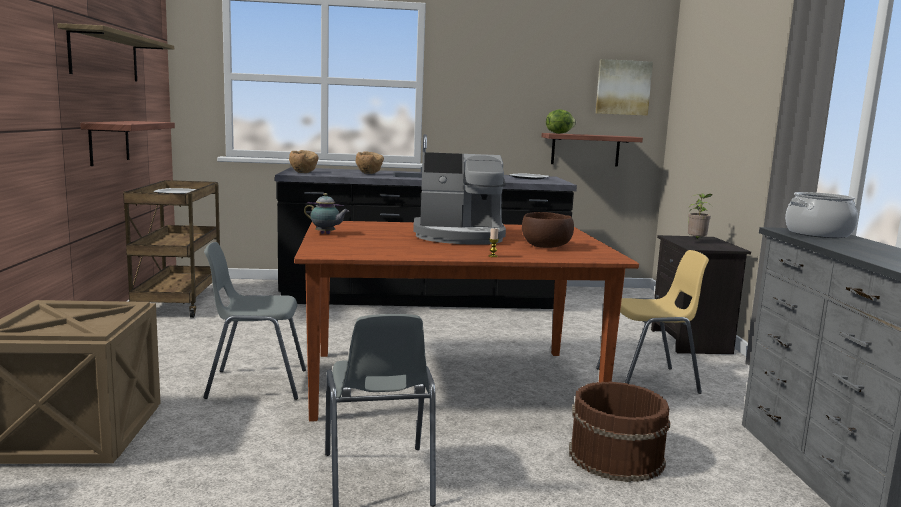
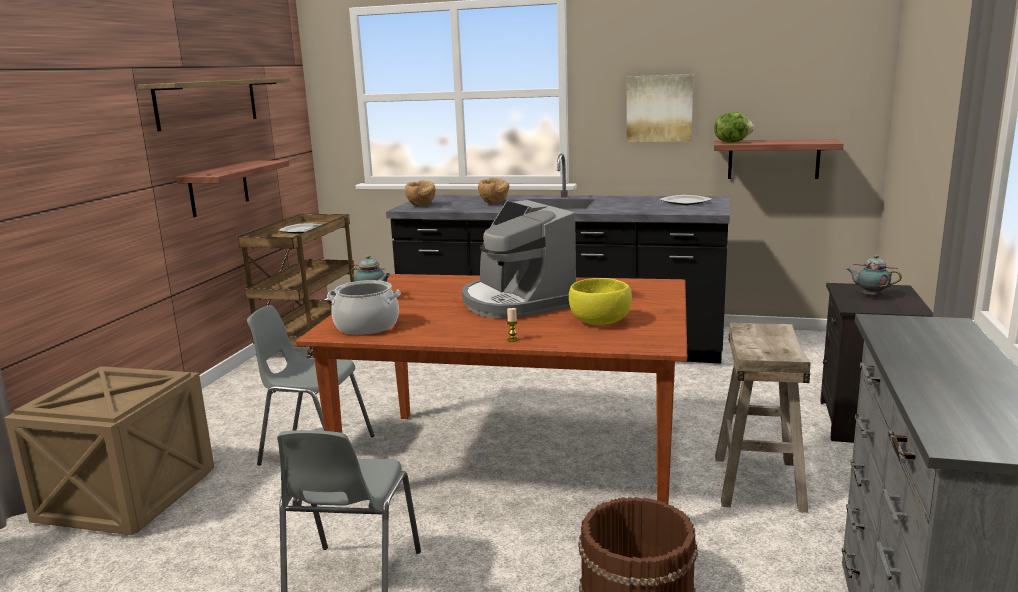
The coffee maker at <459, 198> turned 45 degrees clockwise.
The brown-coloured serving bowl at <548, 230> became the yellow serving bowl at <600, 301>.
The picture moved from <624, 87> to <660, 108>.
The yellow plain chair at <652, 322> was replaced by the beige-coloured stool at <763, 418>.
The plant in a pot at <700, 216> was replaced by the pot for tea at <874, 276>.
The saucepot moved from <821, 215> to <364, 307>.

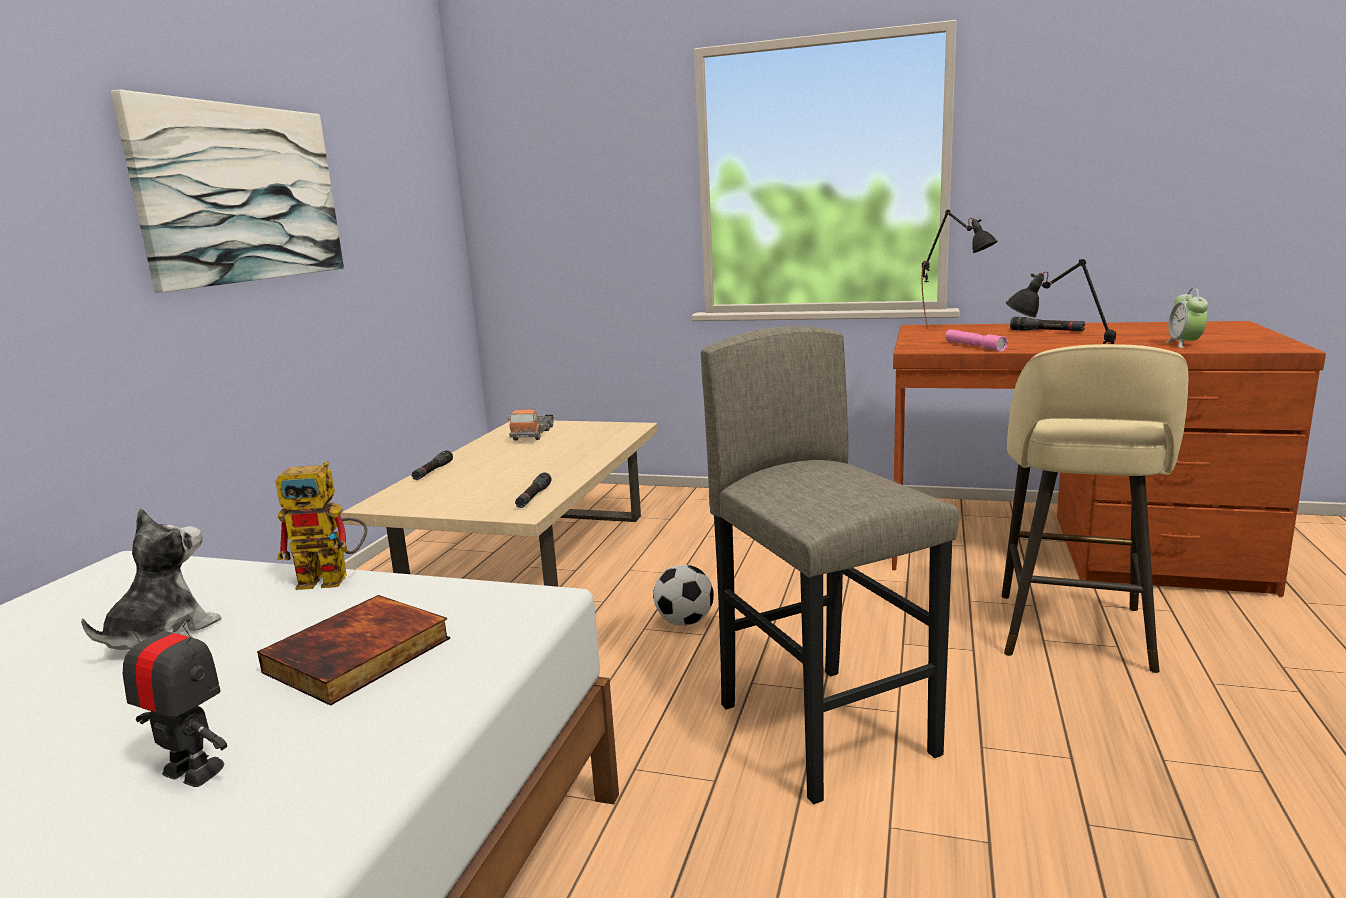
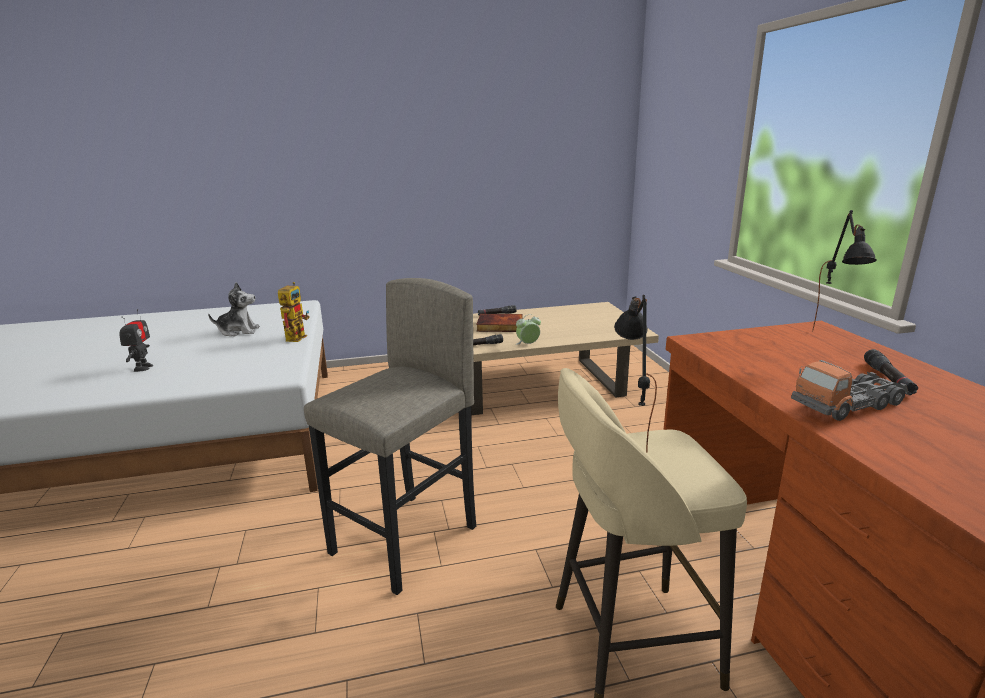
The picture at <227, 191> disappeared.
The volume moved from <353, 650> to <499, 323>.
The model robot at <321, 525> turned 135 degrees counterclockwise.
The toy truck moved from <531, 424> to <849, 390>.
The football ball at <683, 595> disappeared.
The pink hand torch at <976, 340> disappeared.
The bedside clock moved from <1187, 318> to <528, 329>.

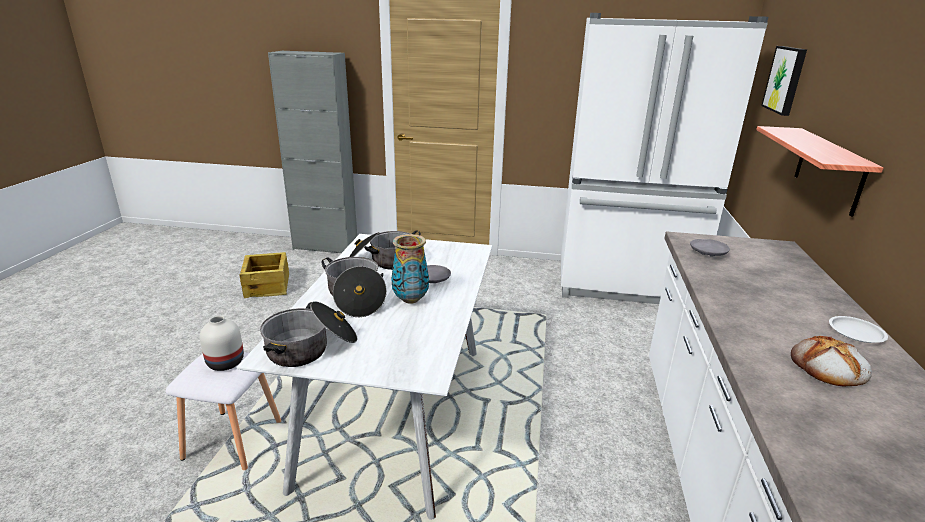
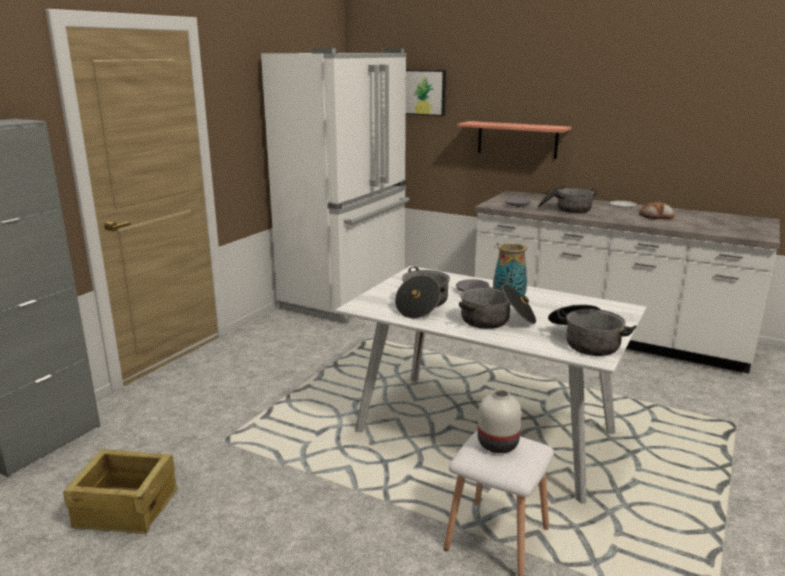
The saucepot at <567, 199> appeared.

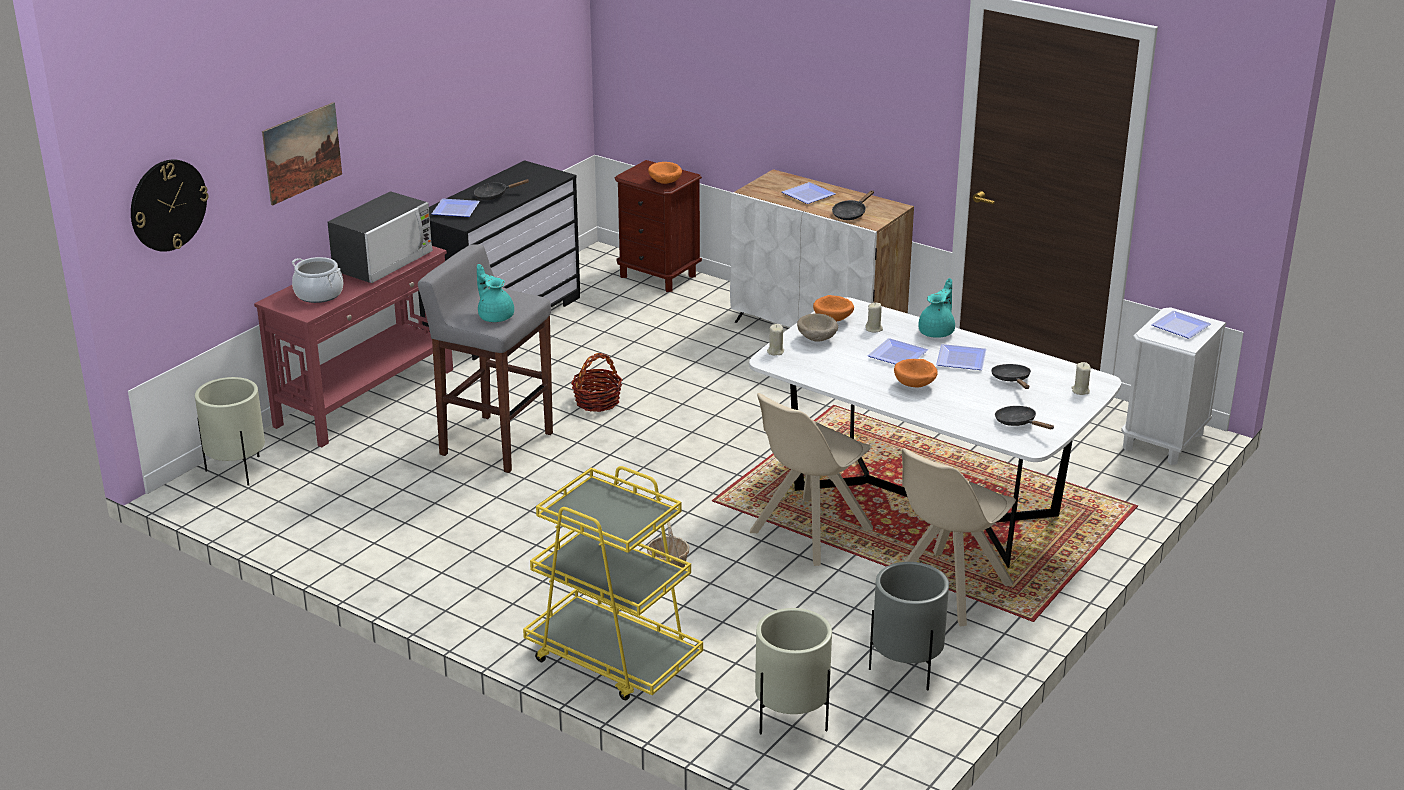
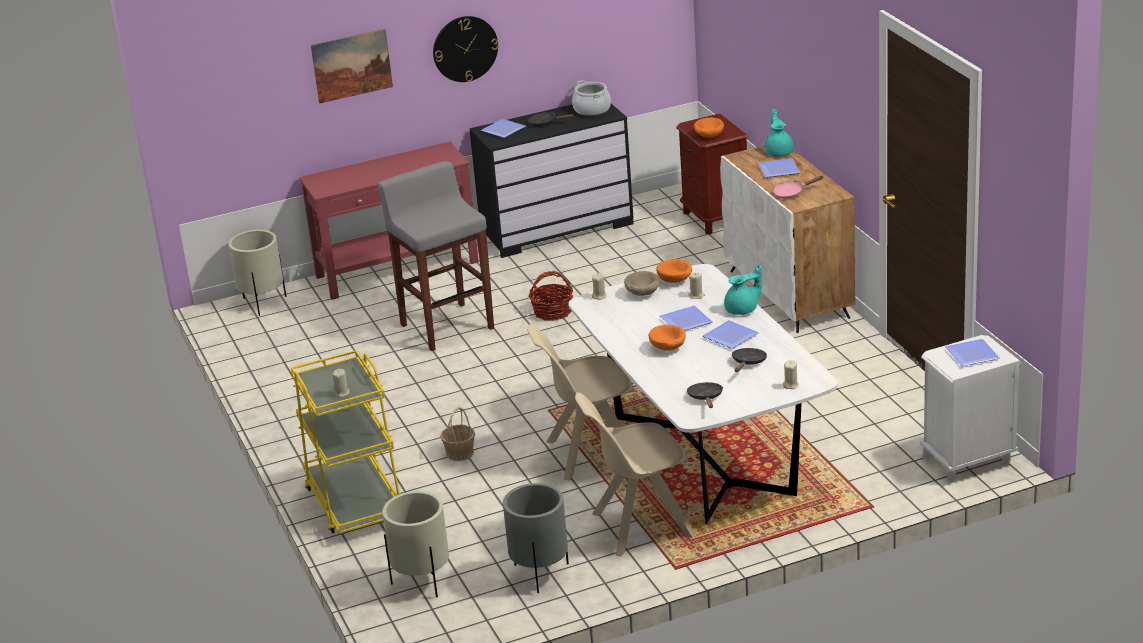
The wall clock moved from <170, 205> to <466, 49>.
The saucepot moved from <317, 280> to <591, 98>.
The microwave at <380, 237> disappeared.
The turquoise-coloured pot for tea moved from <495, 293> to <779, 133>.
The blackish skillet at <853, 205> became the pink skillet at <798, 187>.
The beige-coloured wax light at <341, 383> appeared.

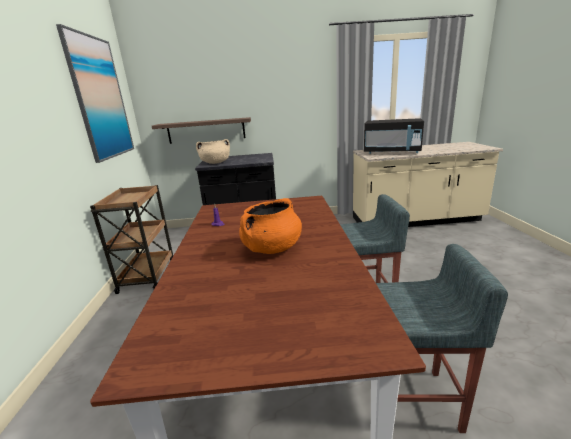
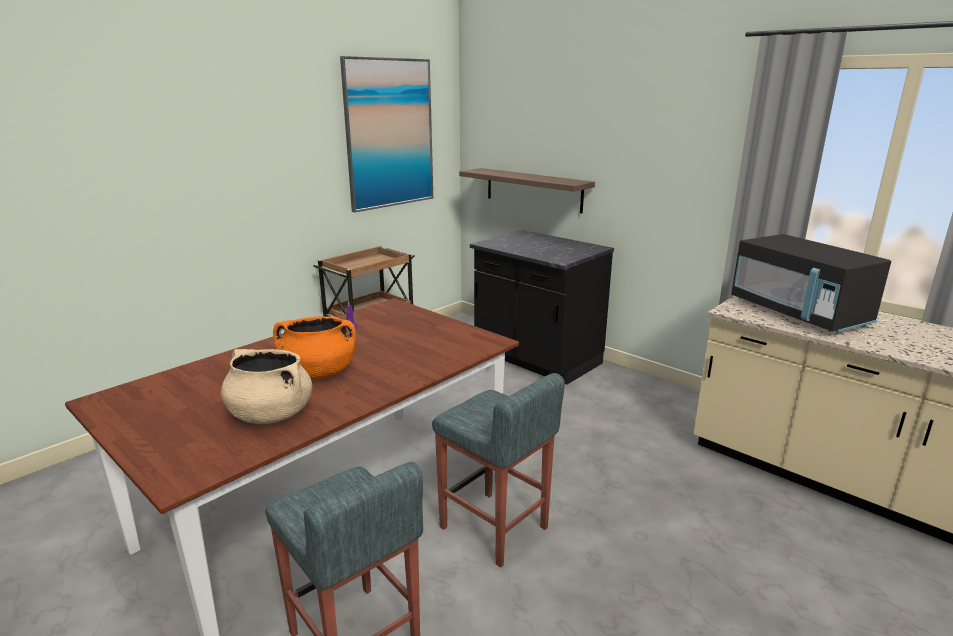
The beige-coloured saucepot moved from <213, 151> to <267, 386>.

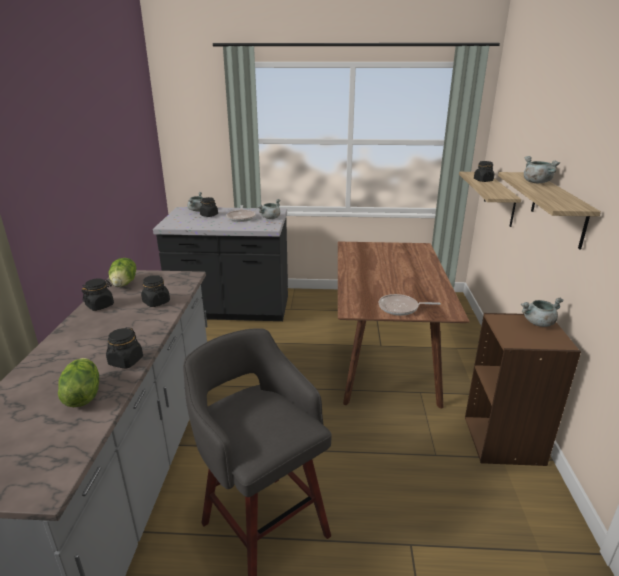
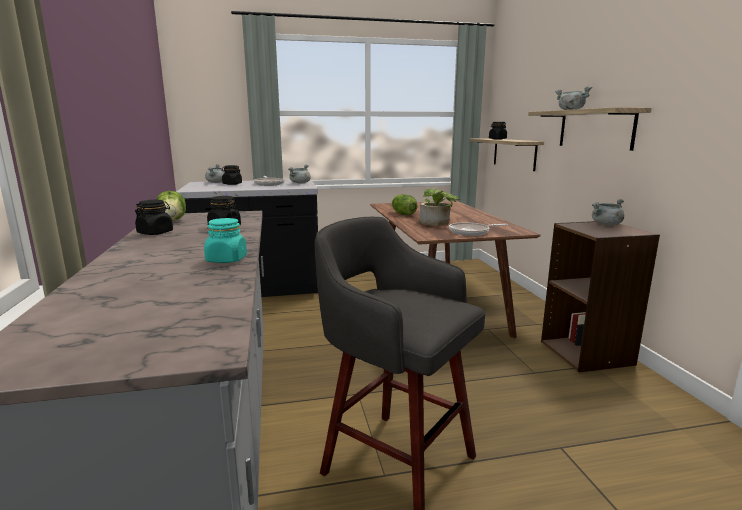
The lettuce moved from <78, 382> to <404, 204>.
The blackish preserve jar at <124, 348> became the turquoise-coloured preserve jar at <225, 240>.
The plant in a pot at <440, 207> appeared.

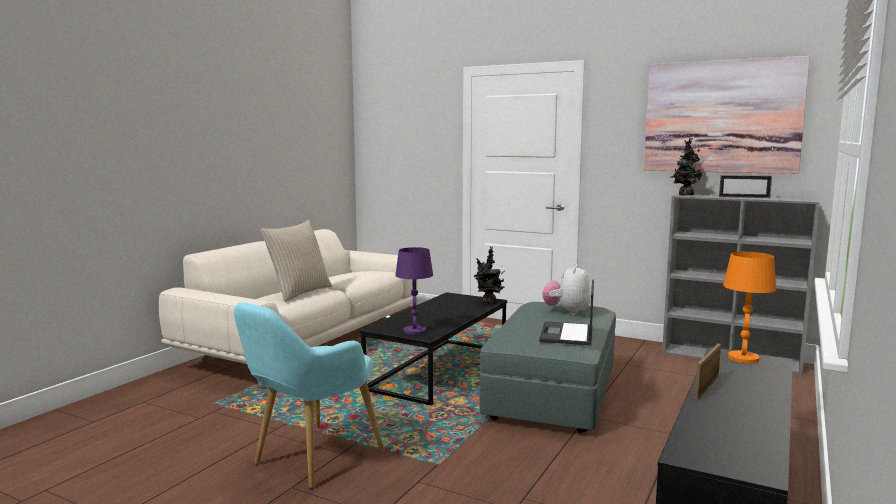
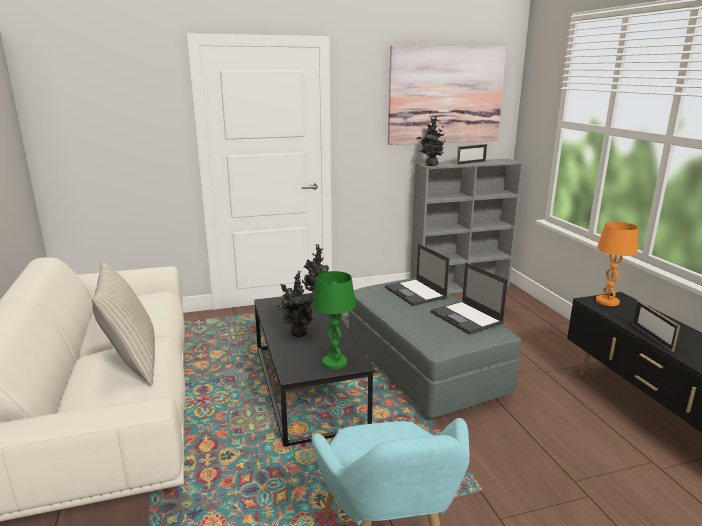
The purplish table lamp at <414, 291> became the green table lamp at <334, 320>.
The soft toy at <567, 289> was replaced by the portable computer at <417, 275>.
The plant in a pot at <294, 304> appeared.

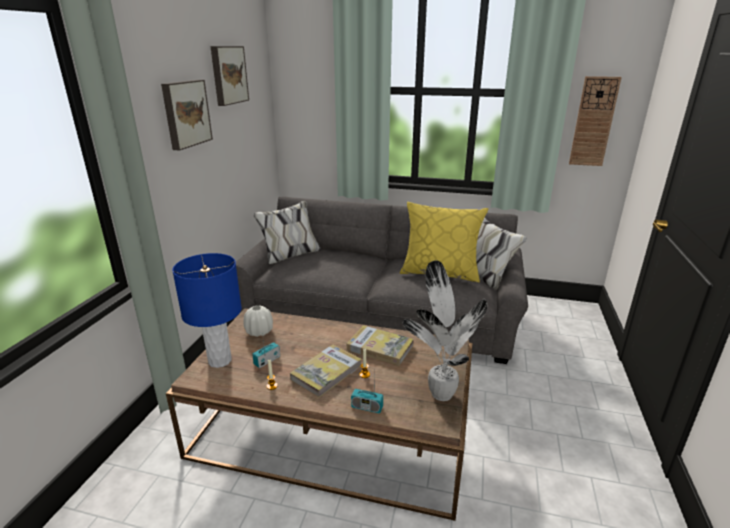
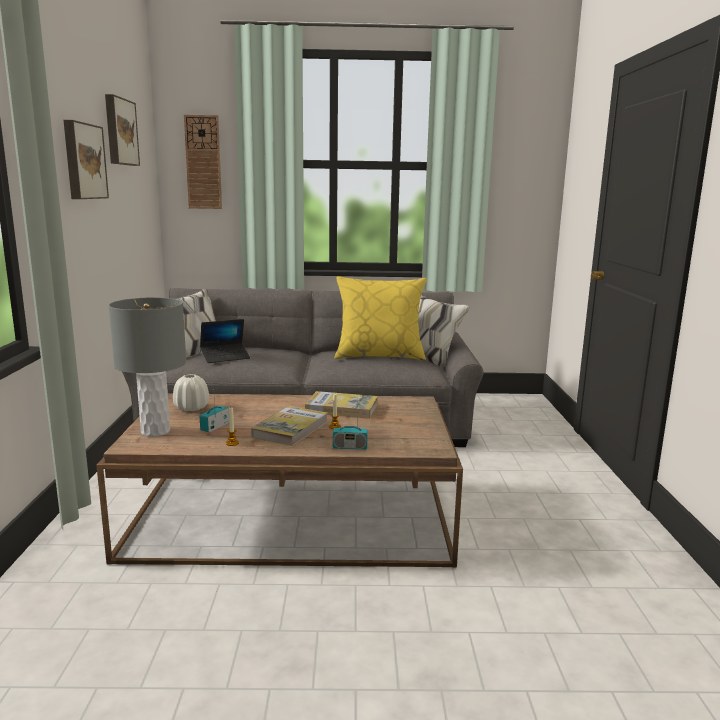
The blue-coloured table lamp at <207, 310> became the gray table lamp at <147, 367>.
The plant in a pot at <445, 331> disappeared.
The wall clock moved from <595, 121> to <203, 162>.
The portable computer at <225, 341> appeared.

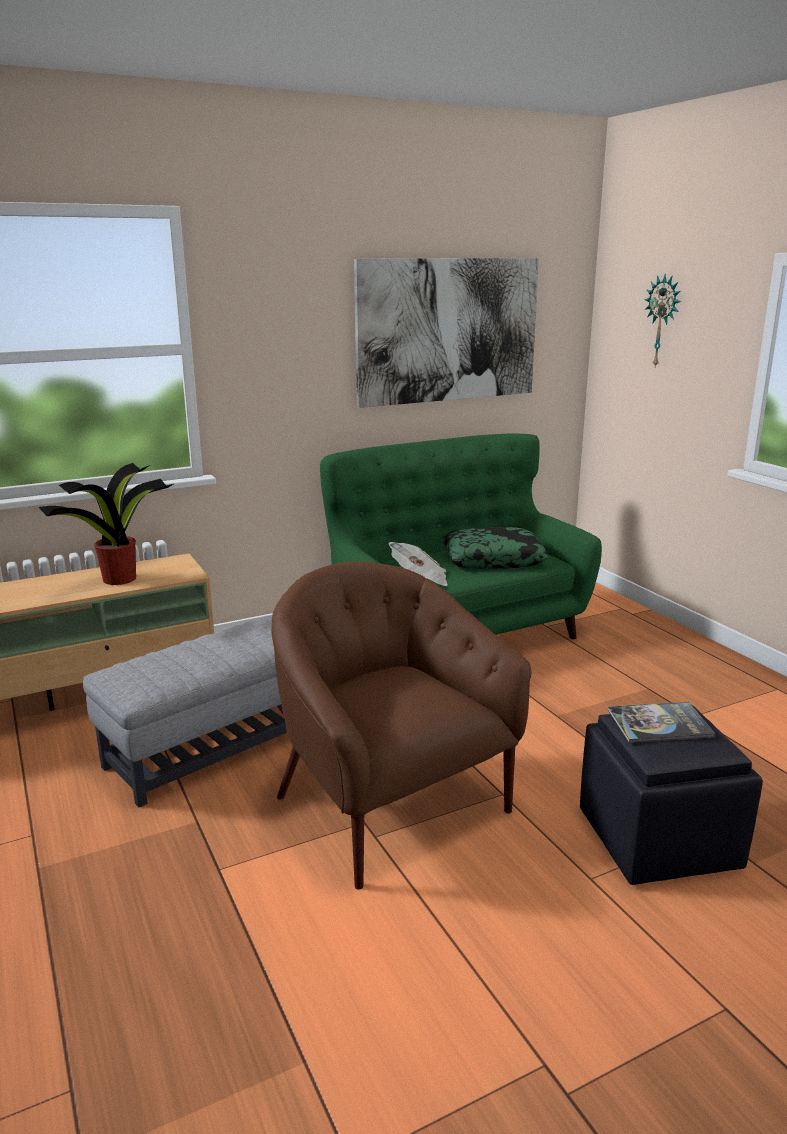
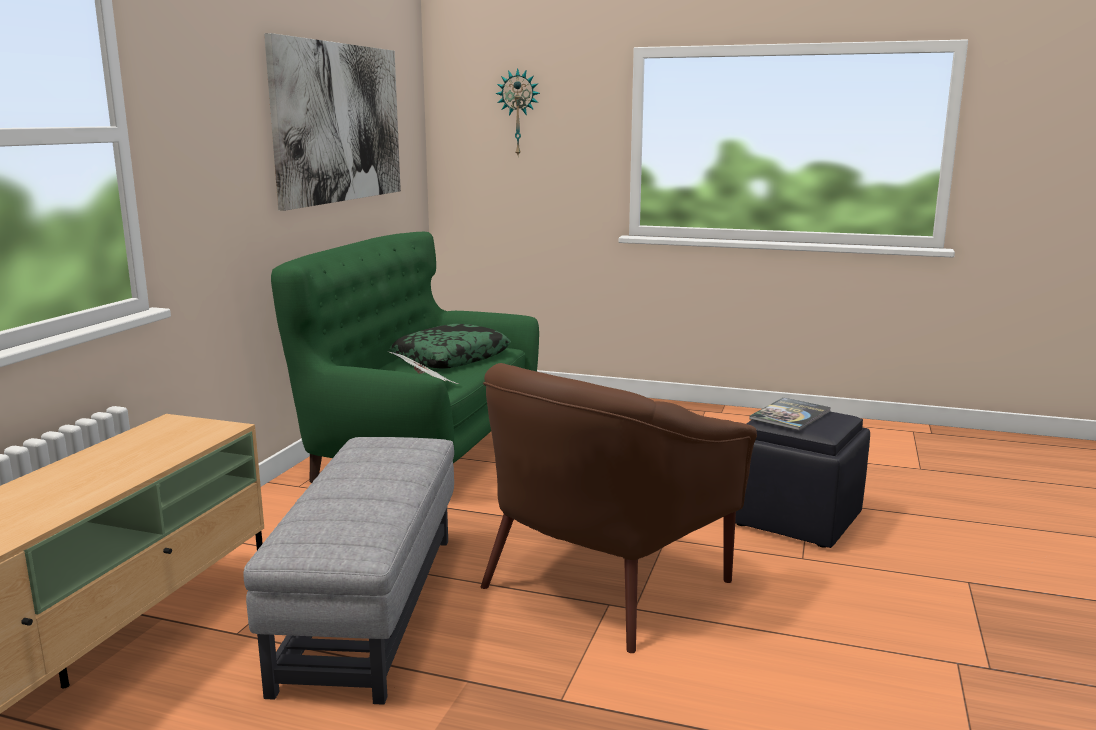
The plant in a pot at <105, 524> disappeared.
The brown-coloured armchair at <401, 725> turned 60 degrees counterclockwise.

